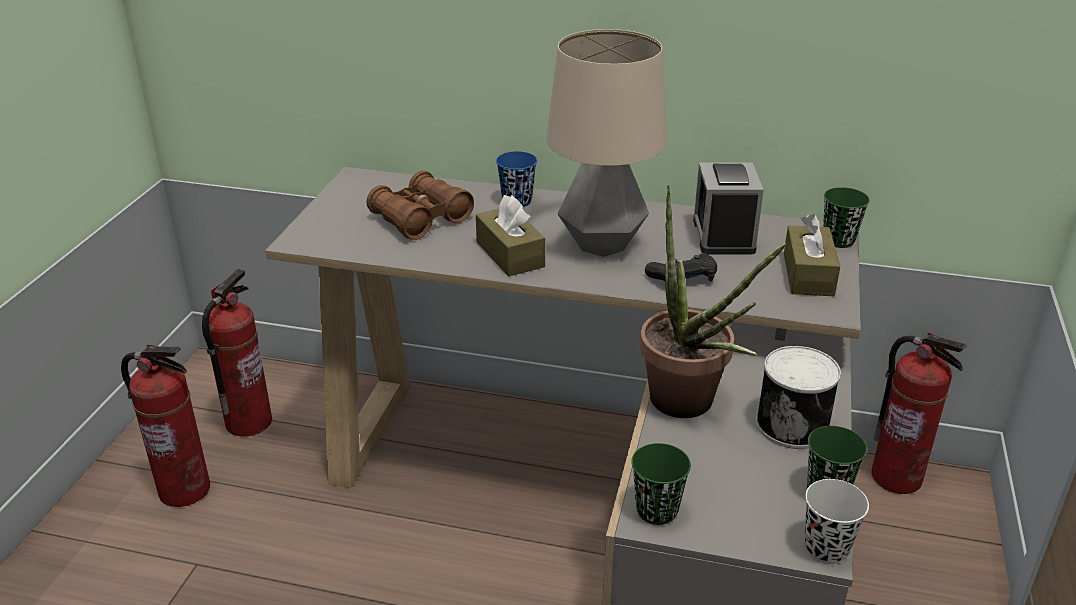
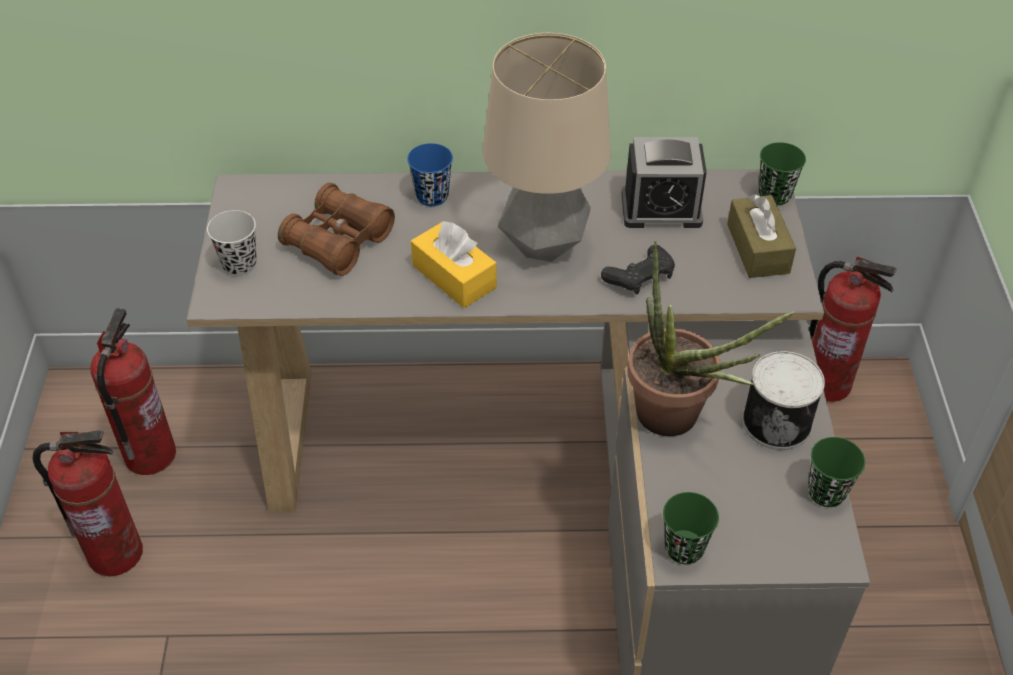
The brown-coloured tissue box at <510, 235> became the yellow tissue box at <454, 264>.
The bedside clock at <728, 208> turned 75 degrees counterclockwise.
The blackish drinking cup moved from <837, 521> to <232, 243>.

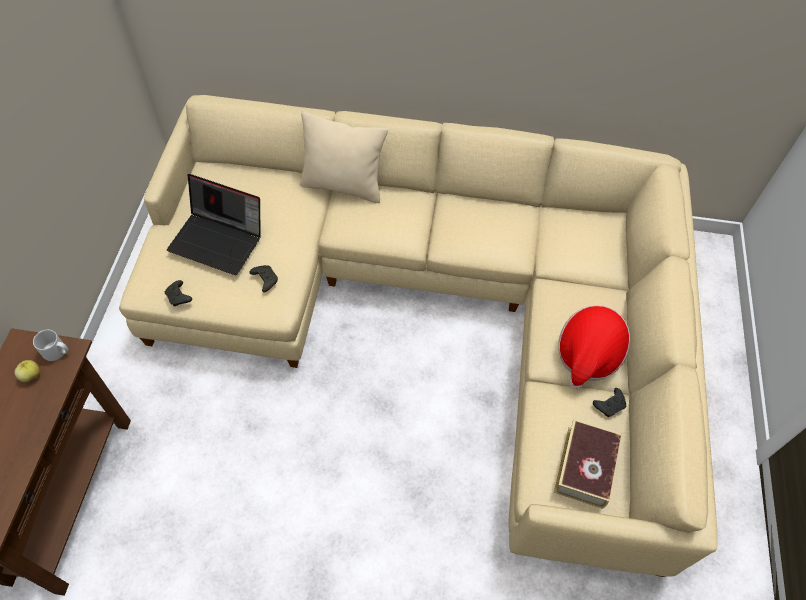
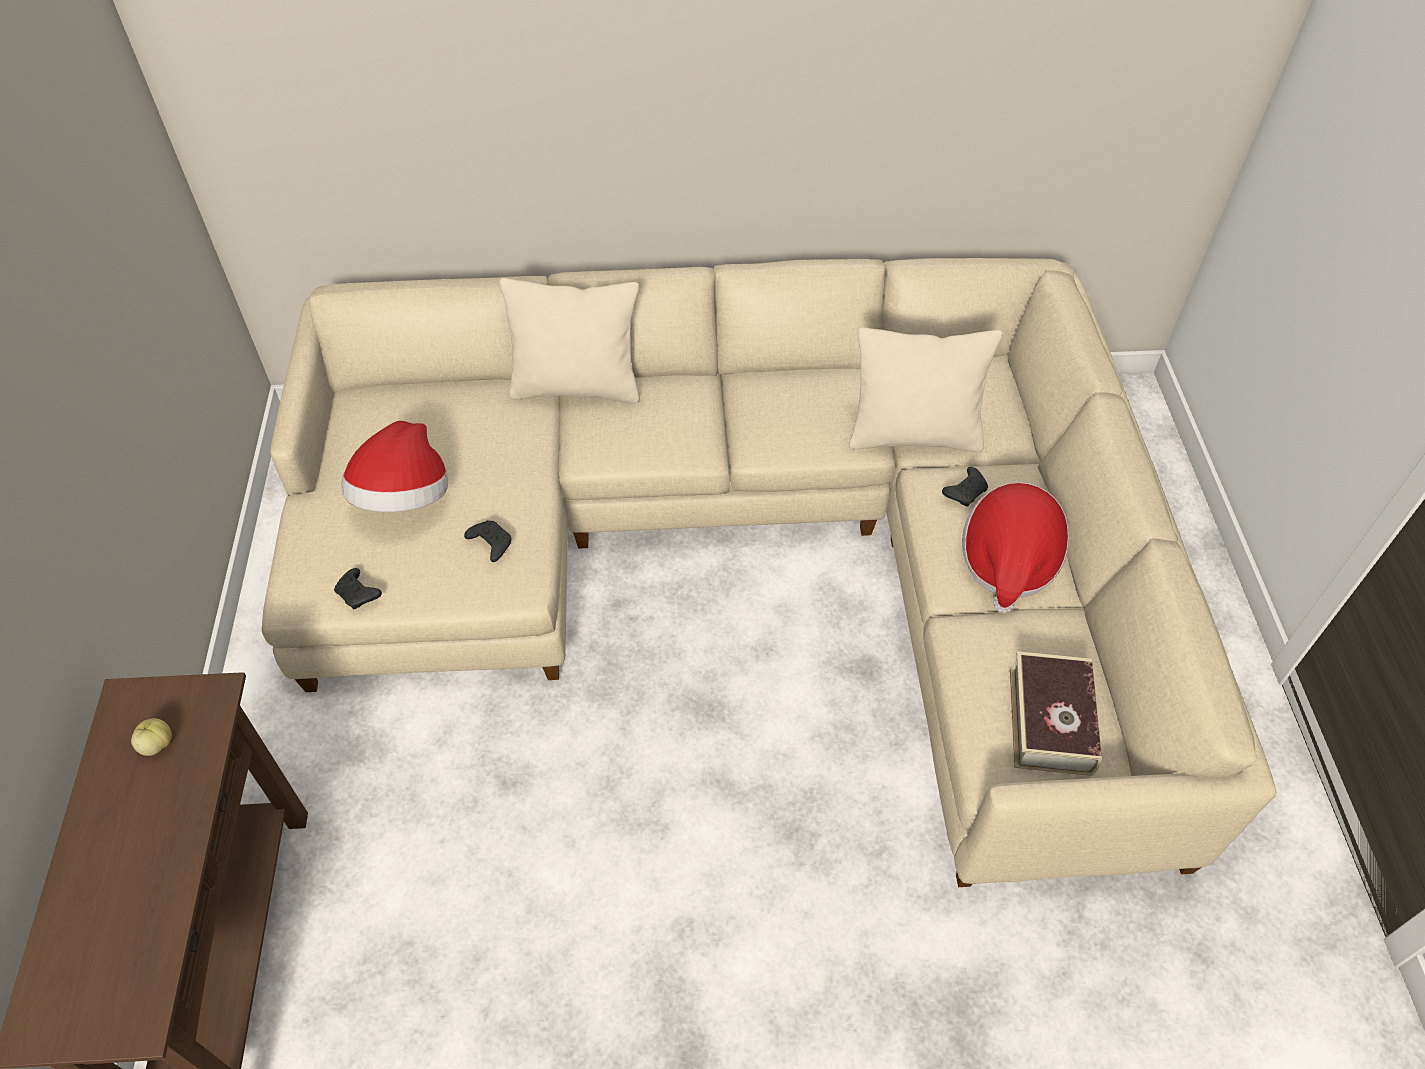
The gray tea mug at <50, 345> disappeared.
The portable computer at <214, 224> was replaced by the hat at <394, 466>.
The blackish joypad moved from <609, 402> to <965, 487>.
The beige-coloured throw pillow at <926, 389> appeared.

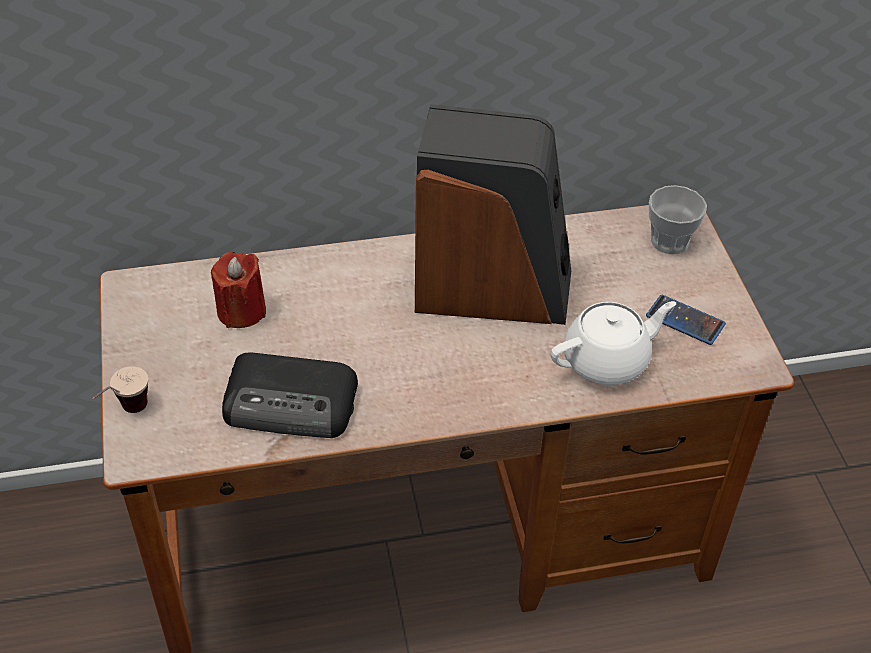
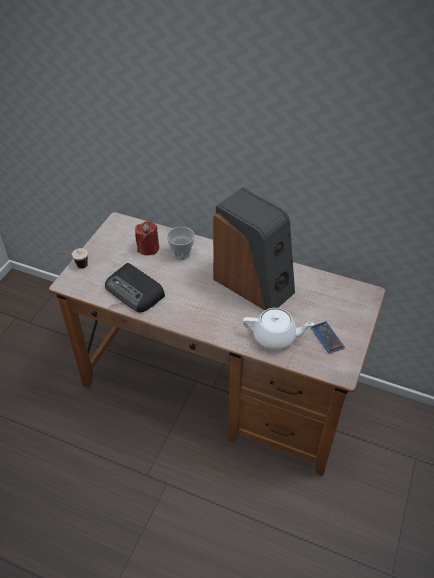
The drinking cup moved from <678, 219> to <181, 243>.

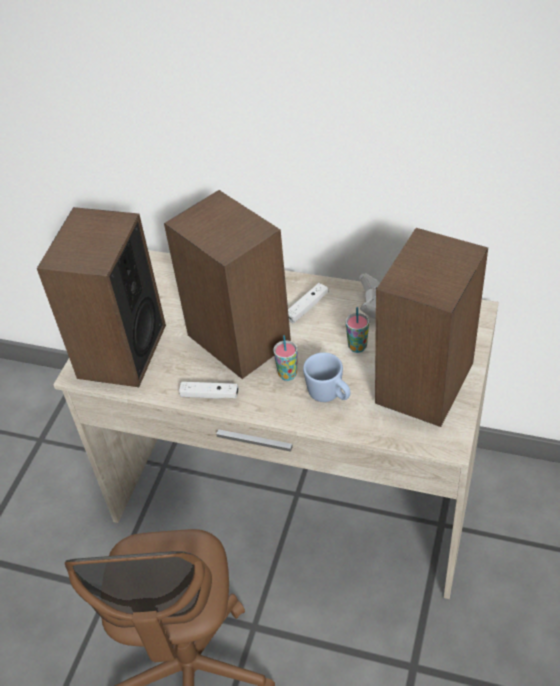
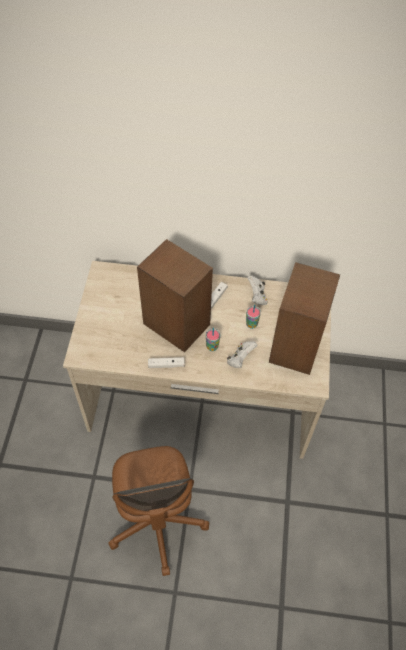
The audio speaker at <101, 297> disappeared.
The blue-coloured tea mug at <327, 377> was replaced by the white joypad at <242, 354>.

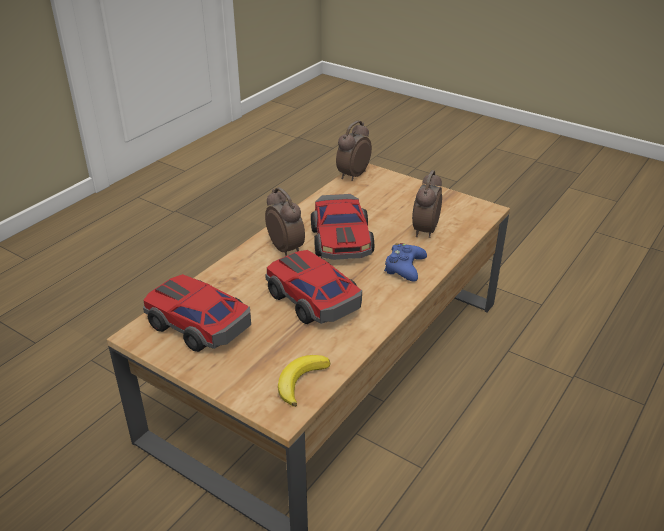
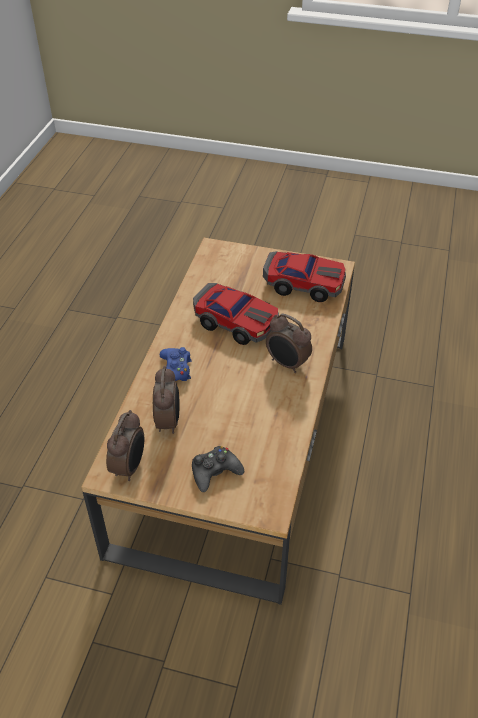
The banana at <304, 381> disappeared.
The miniature car at <342, 227> disappeared.
The bedside clock moved from <354, 150> to <125, 445>.
The blackish joypad at <218, 469> appeared.

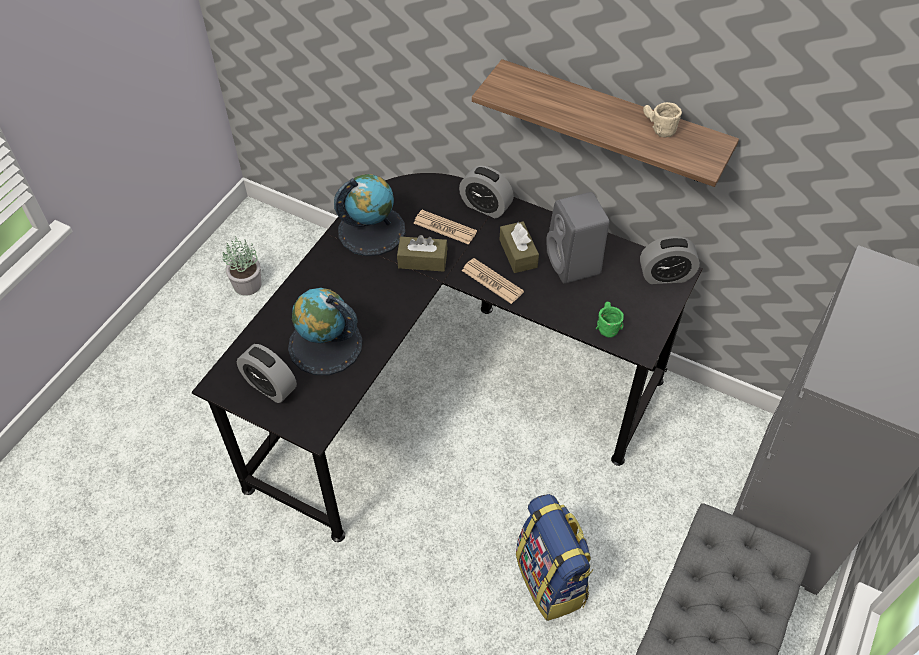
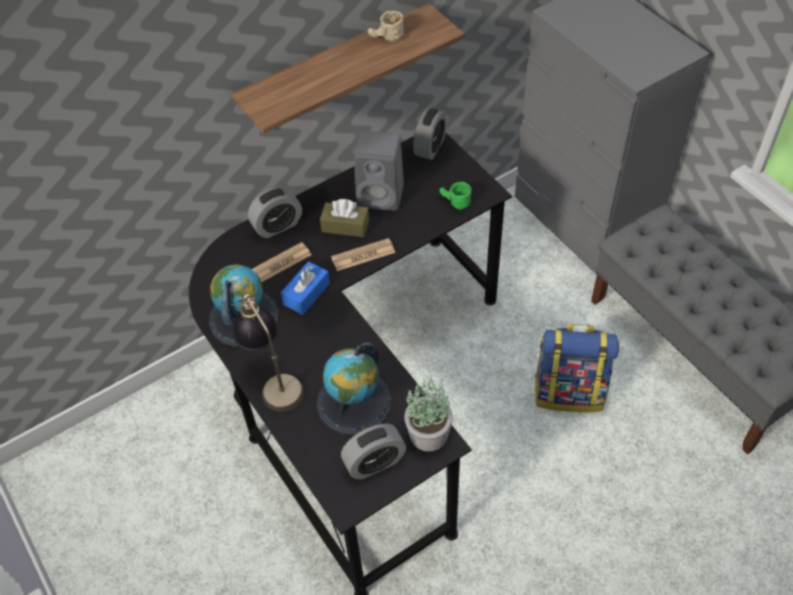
The plant in a pot moved from <241, 266> to <428, 415>.
The brown-coloured tissue box at <422, 253> became the blue-coloured tissue box at <305, 288>.
The table lamp at <267, 352> appeared.

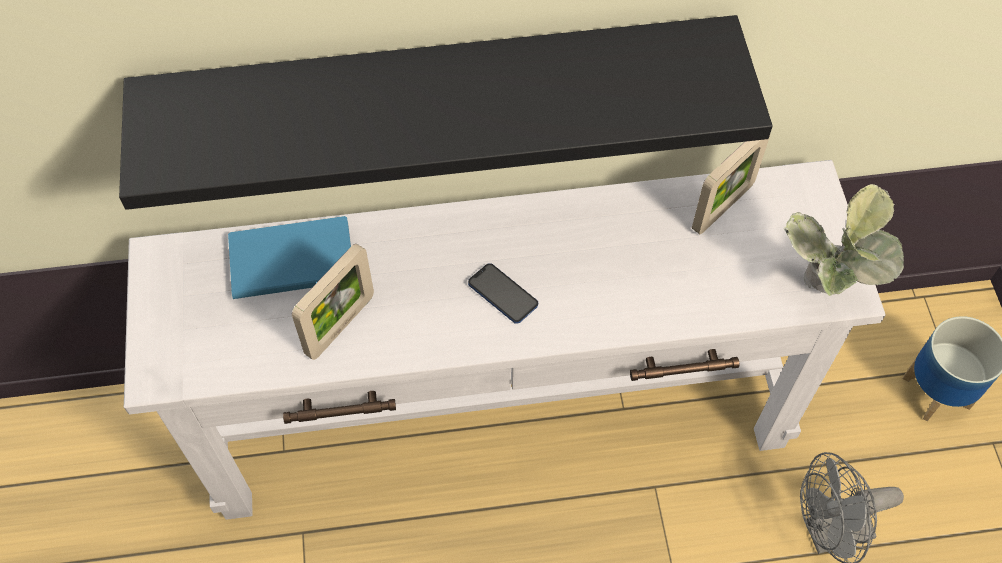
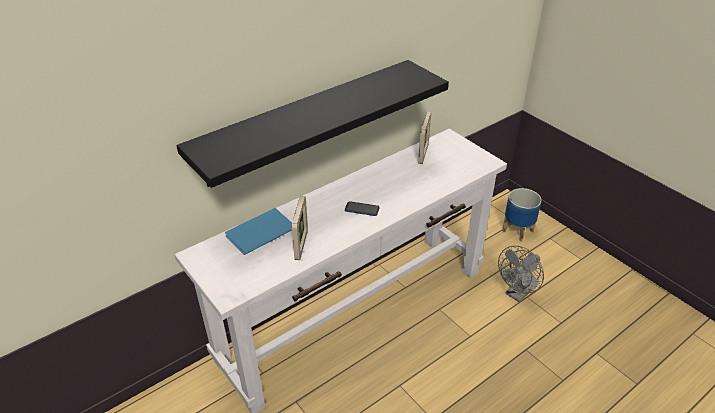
The plant in a pot at <844, 240> disappeared.

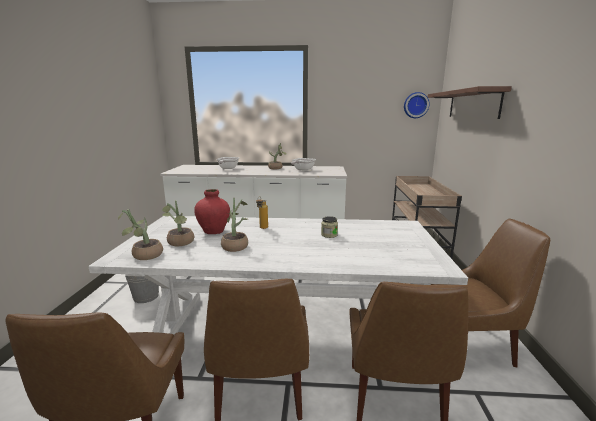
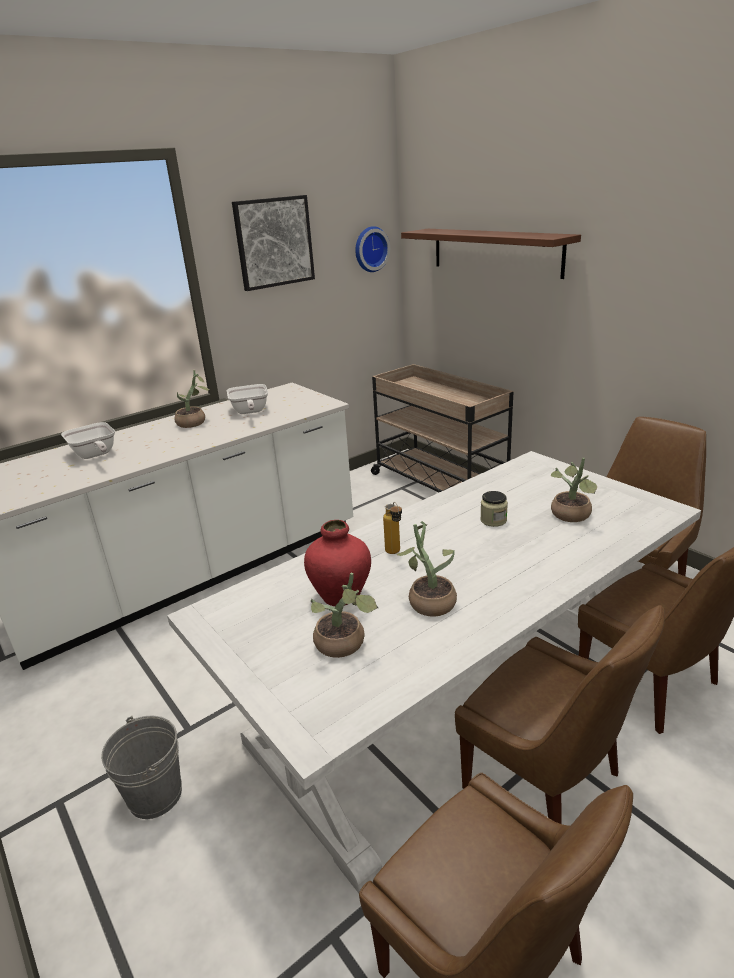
The plant in a pot moved from <140, 234> to <574, 490>.
The picture at <273, 243> appeared.

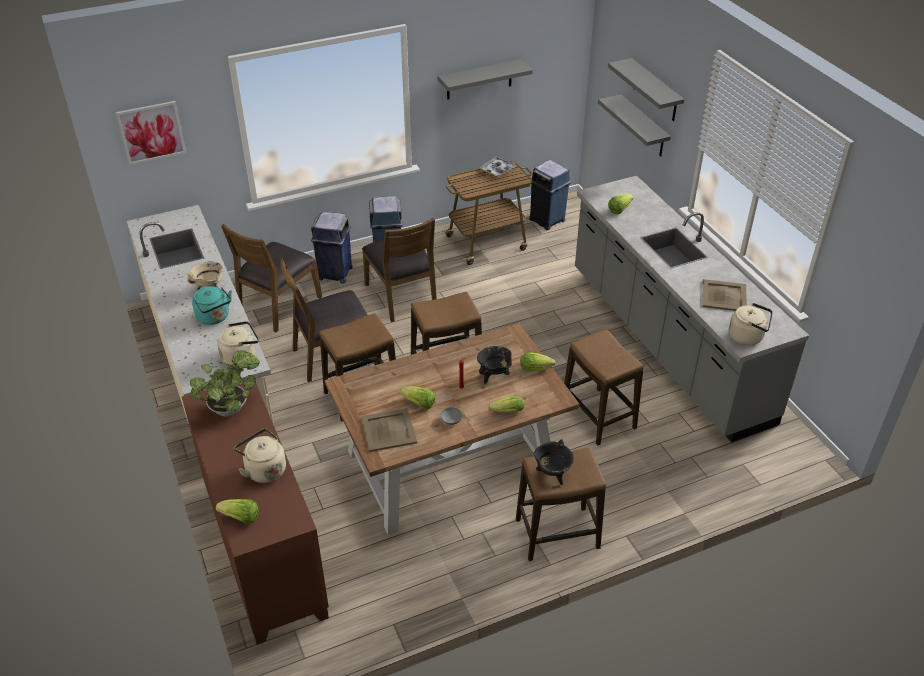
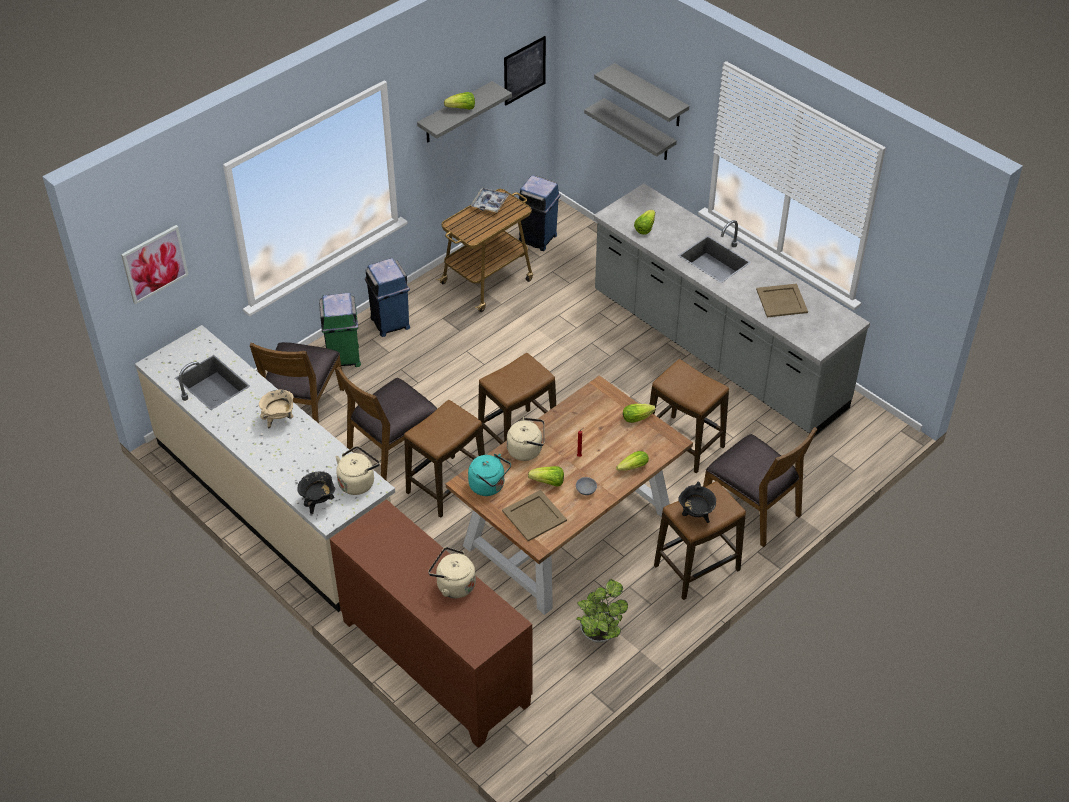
The plant in a pot moved from <225, 384> to <602, 611>.
The turquoise-coloured kettle moved from <212, 305> to <489, 475>.
The lettuce moved from <237, 511> to <459, 101>.
The blue-coloured rubbish bin at <332, 247> became the green rubbish bin at <340, 330>.
The brown-coloured plain chair moved from <399, 270> to <760, 487>.
The blackish saucepot moved from <494, 365> to <316, 493>.
The beige-coloured kettle moved from <751, 324> to <526, 439>.
The picture at <525, 71> appeared.

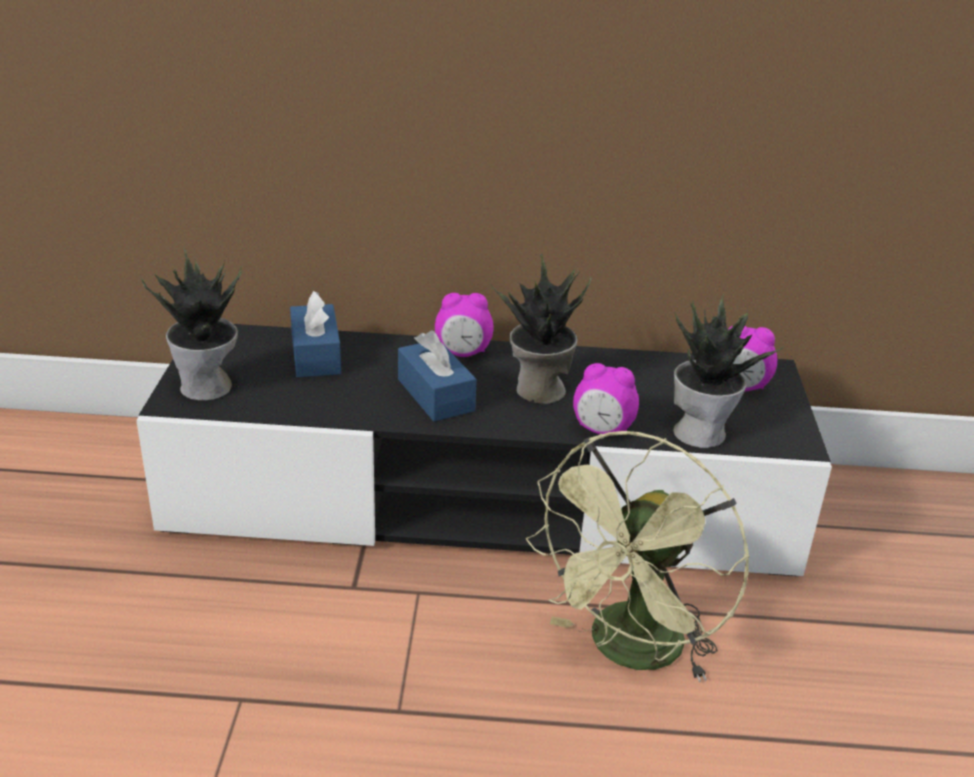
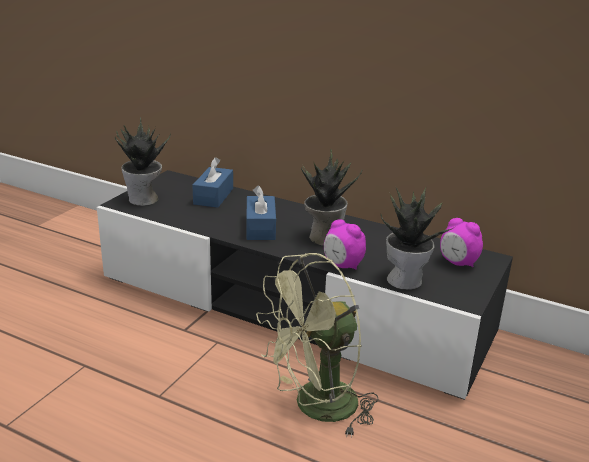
The bedside clock at <464, 325> disappeared.

